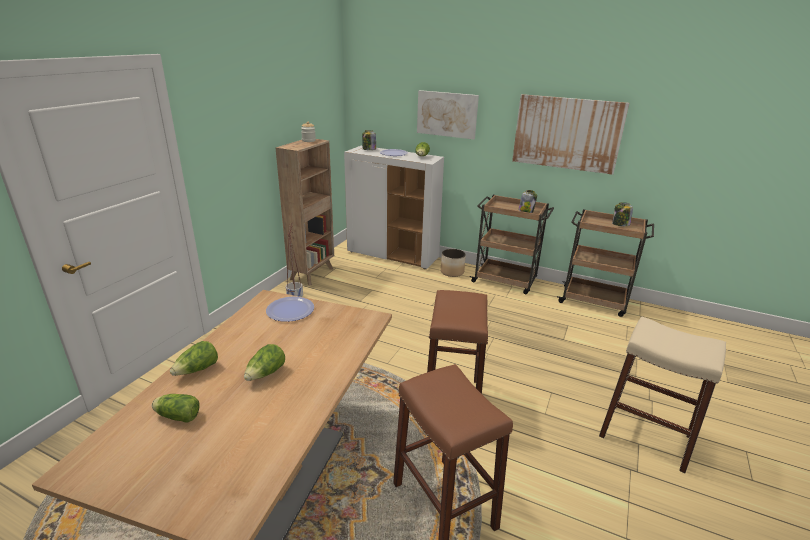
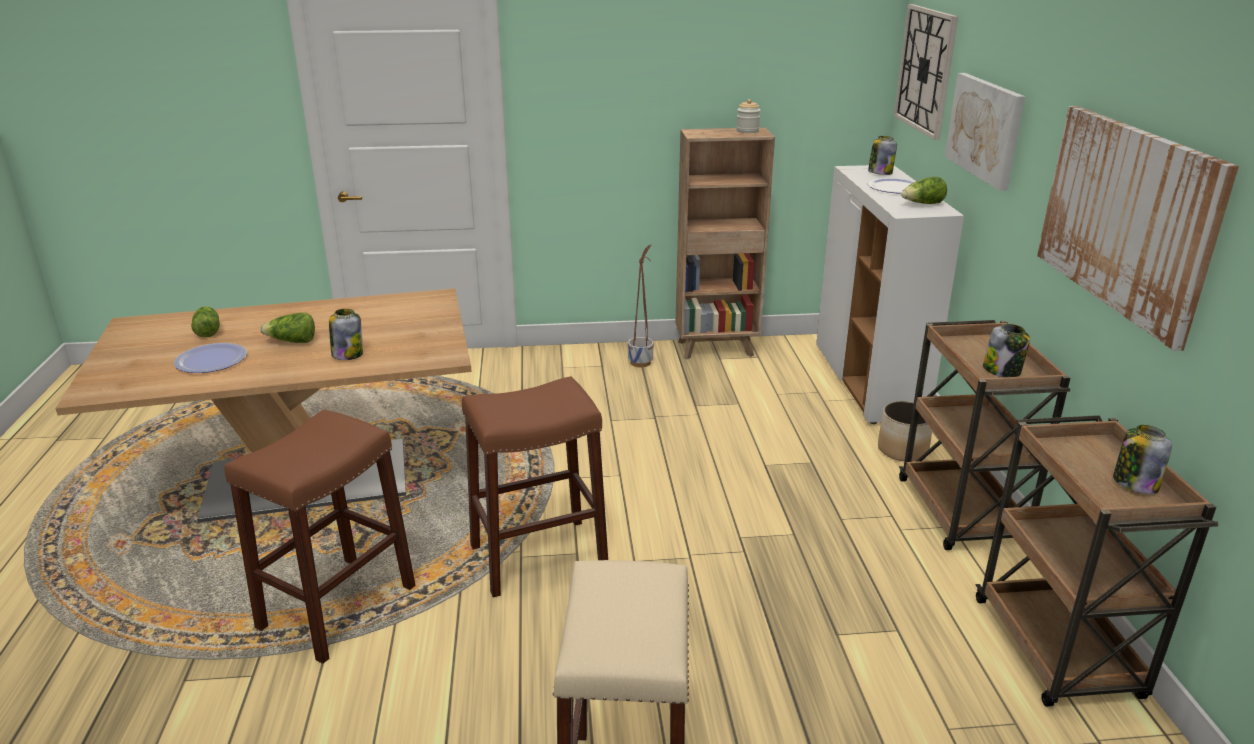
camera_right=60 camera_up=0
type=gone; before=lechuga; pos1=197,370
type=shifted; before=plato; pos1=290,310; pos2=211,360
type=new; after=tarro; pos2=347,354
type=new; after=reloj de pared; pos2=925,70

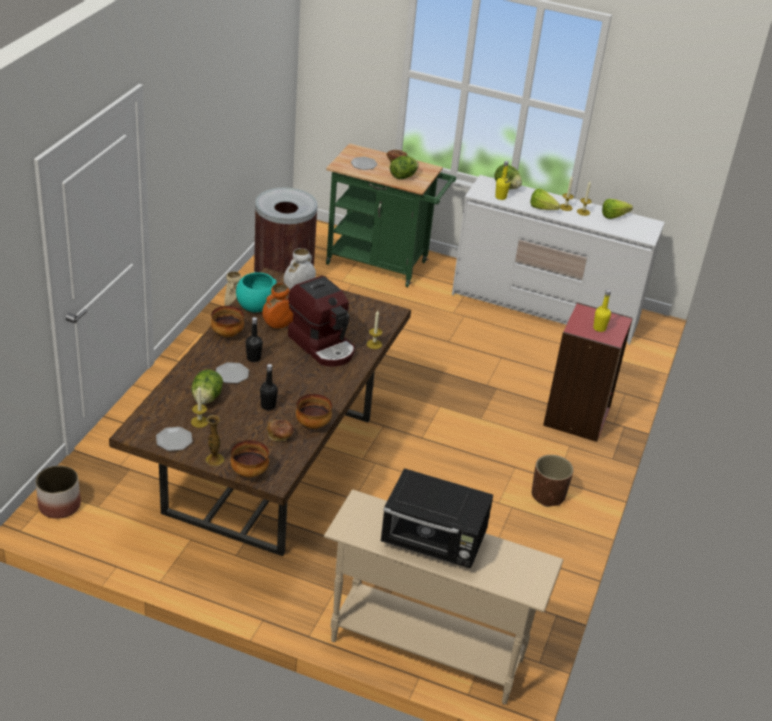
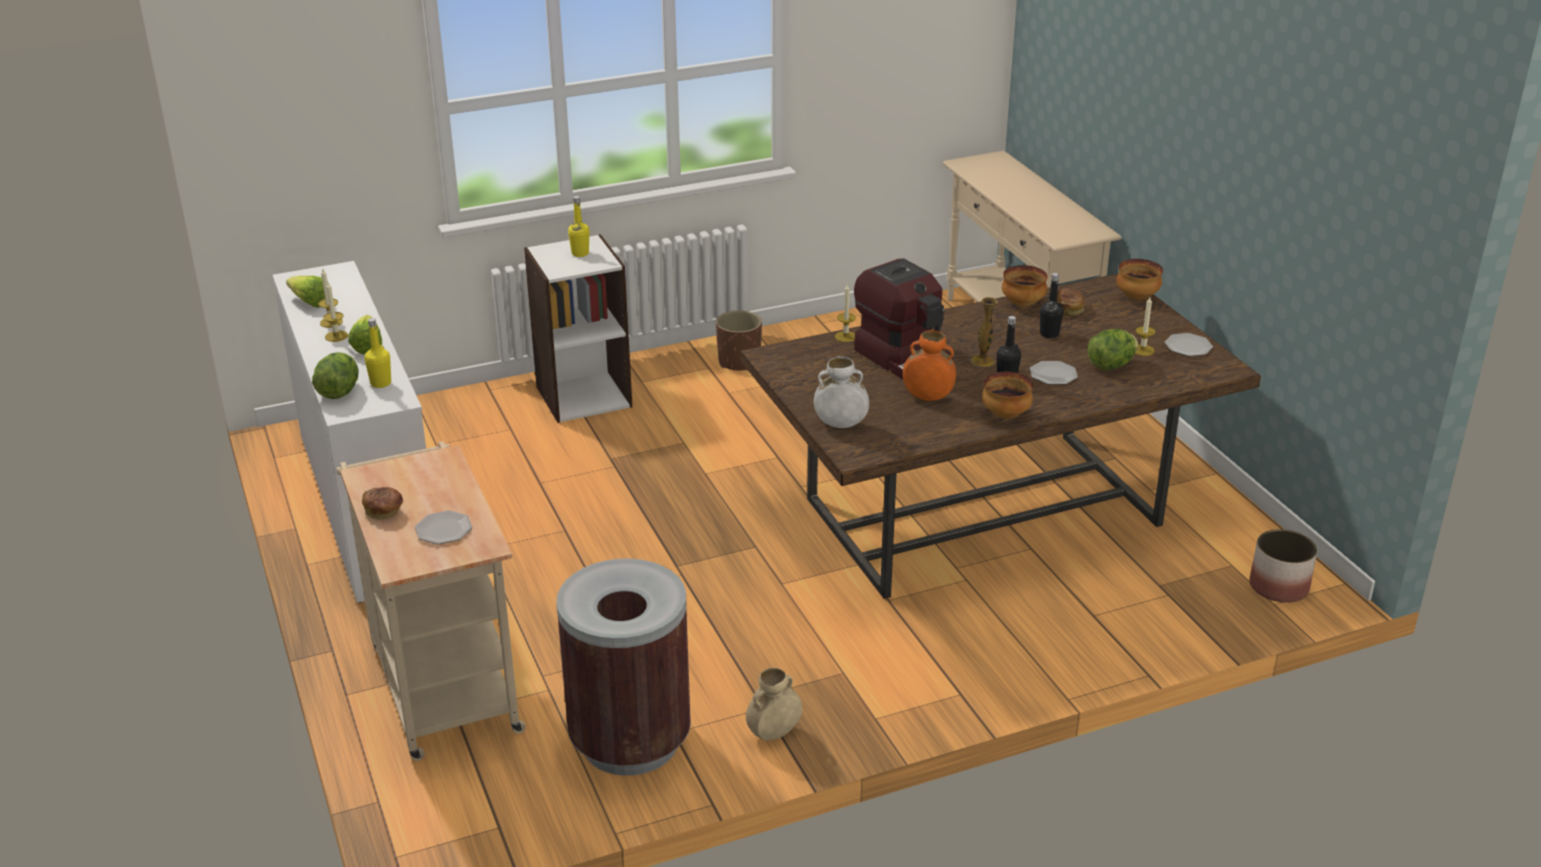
camera_right=-130 camera_up=-5
type=shifted; before=florero; pos1=215,460; pos2=982,361
type=gone; before=cuenco [turquesa]; pos1=256,305
type=rotated; before=cafetera; pos1=323,345; pos2=906,359; turn=135
type=repainted; before=carrito [verde]; after=carrito [beis]; pos1=383,264; pos2=442,682
type=gone; before=microondas [negro]; pos1=434,542
type=gone; before=lechuga; pos1=403,177
type=repainted; before=estantería [rojo]; after=estantería [blanco]; pos1=577,417; pos2=583,396

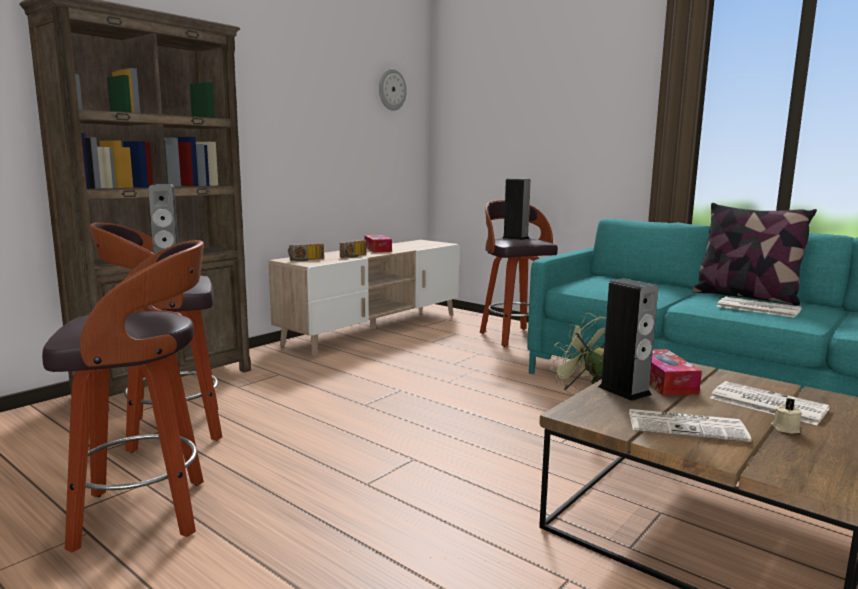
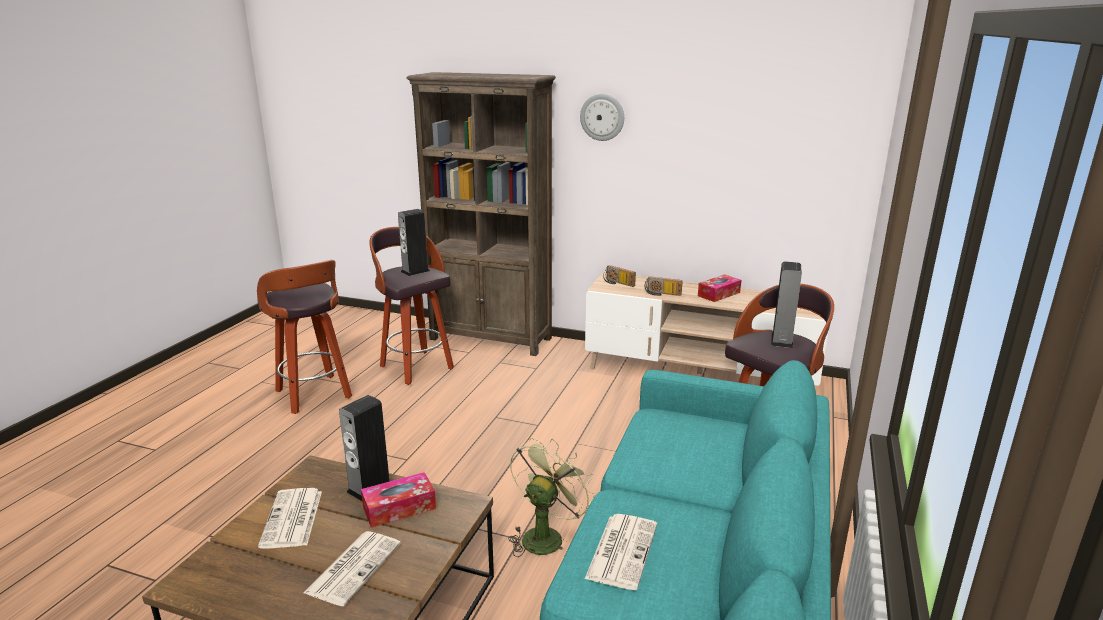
camera_right=70 camera_up=10
type=shifted; before=reloj de pared; pos1=391,89; pos2=602,117
type=gone; before=cojín; pos1=745,296
type=gone; before=vela [beis]; pos1=785,428

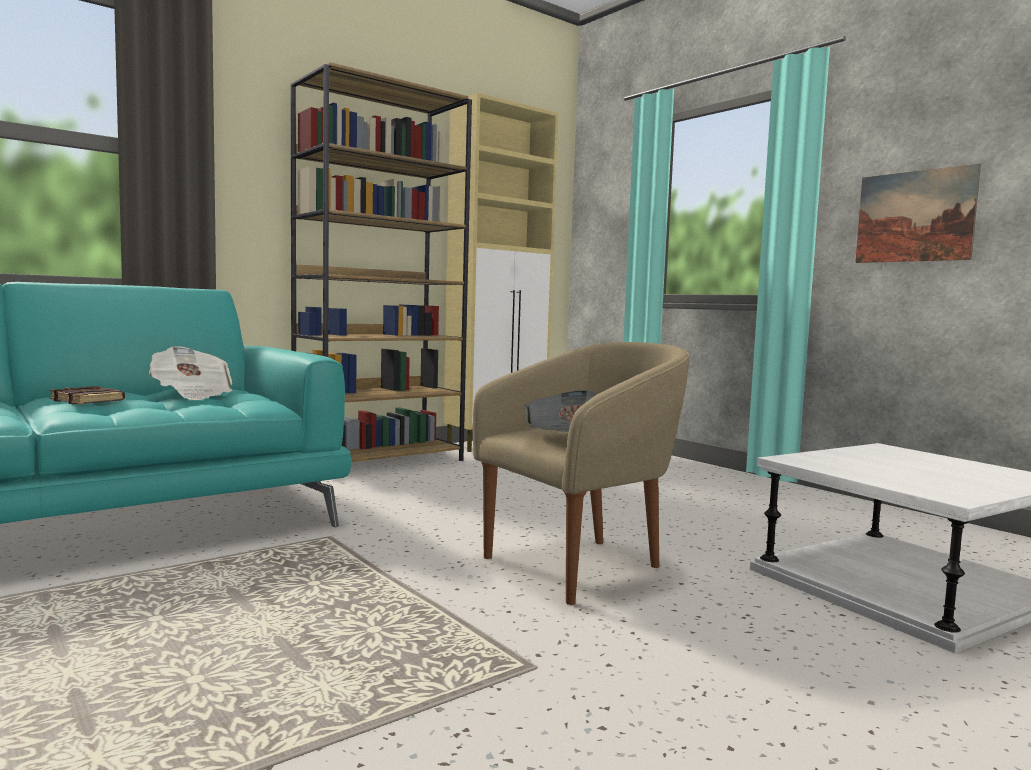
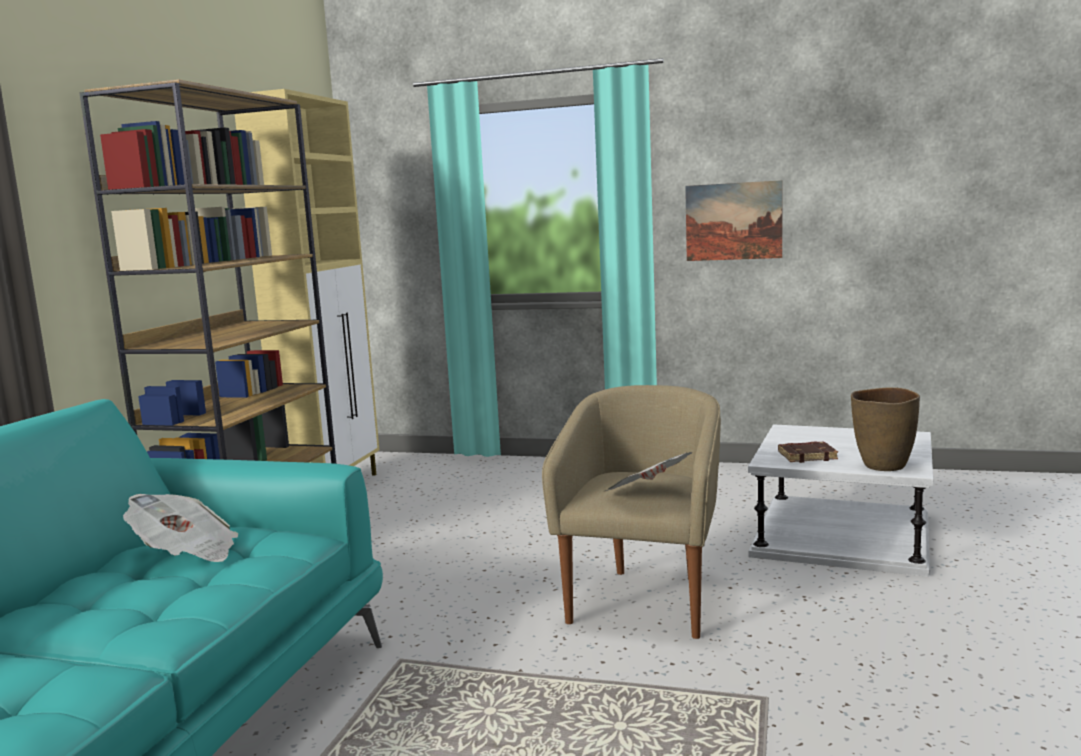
camera_right=-35 camera_up=5
type=shifted; before=libro [marrón]; pos1=88,401; pos2=807,456
type=new; after=florero [marrón]; pos2=883,466

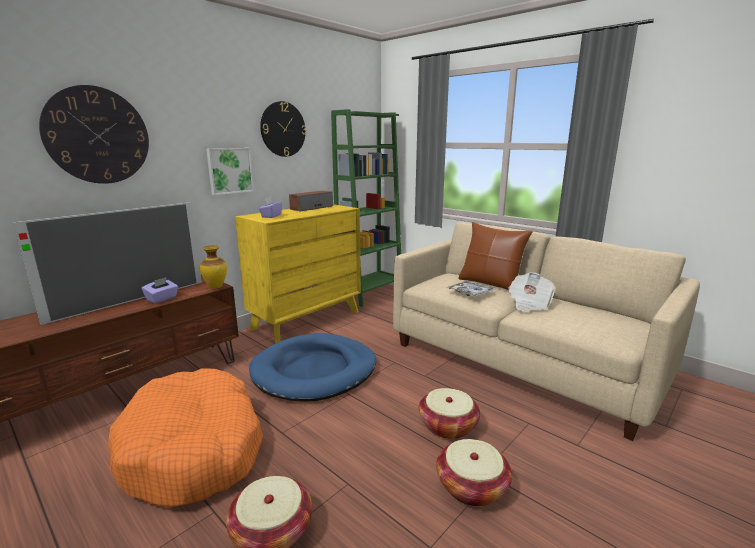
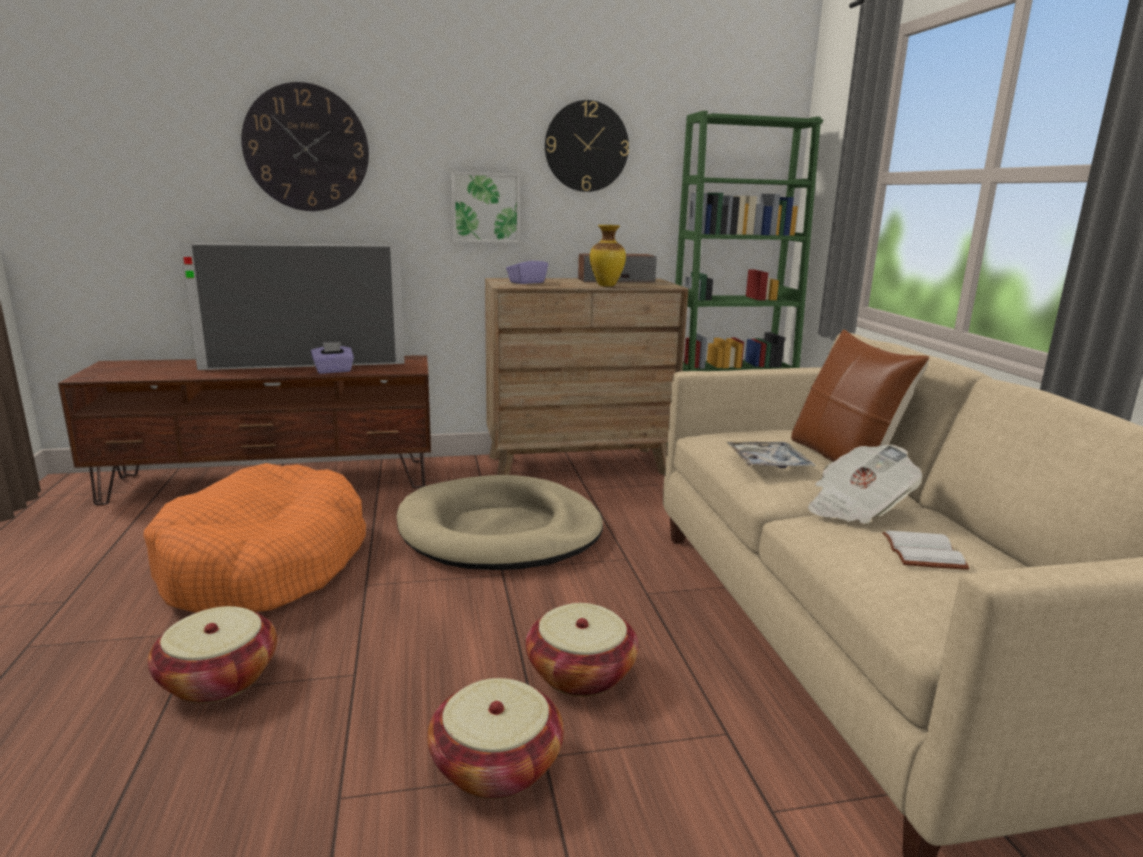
camera_right=35 camera_up=0
type=shifted; before=florero; pos1=215,287; pos2=606,286
type=repainted; before=cómoda [amarillo]; after=cómoda [marrón]; pos1=306,320; pos2=578,465
type=repainted; before=cama para perro [azul]; after=cama para perro [beis]; pos1=315,371; pos2=500,531
type=new; after=libro [blanco]; pos2=925,553

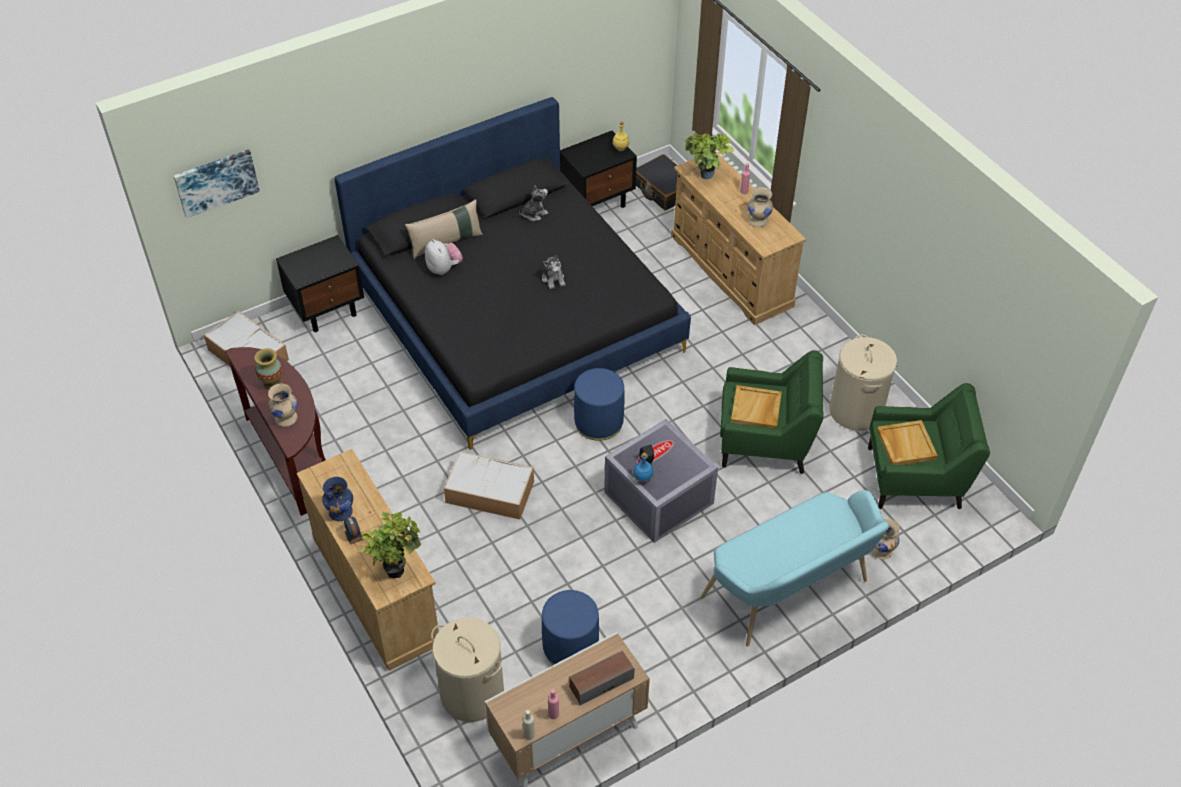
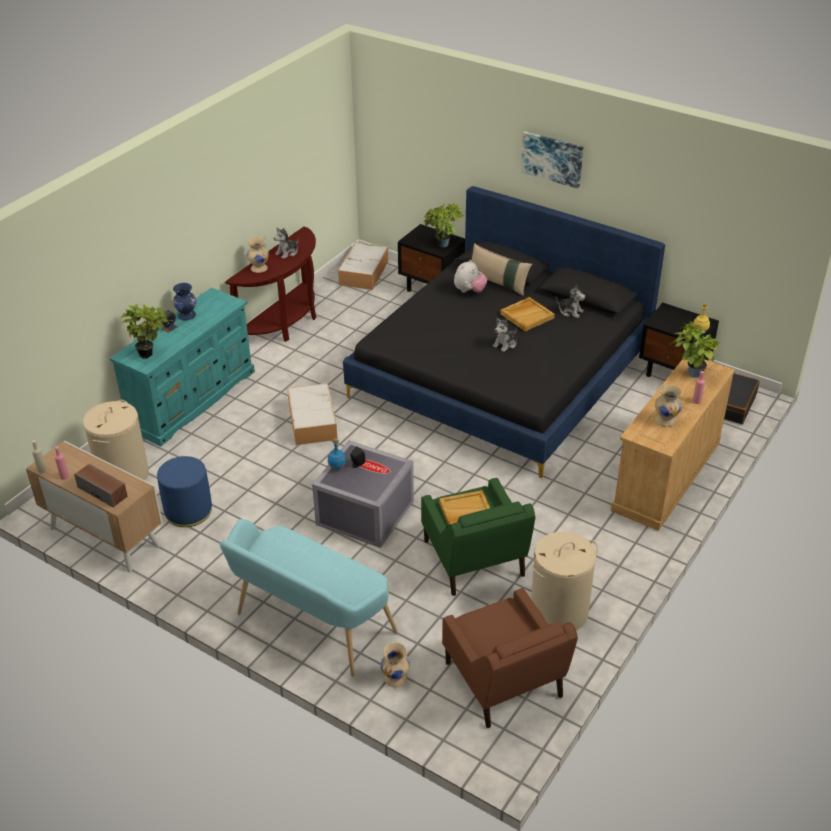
camera_right=65 camera_up=-10
type=shifted; before=cuadro; pos1=216,182; pos2=552,158
type=swapped; before=florero; after=peluche; pos1=272,383; pos2=287,253
type=repainted; before=cómoda [beis]; after=cómoda [turquesa]; pos1=375,589; pos2=192,399
type=gone; before=puf [azul]; pos1=598,422
type=repainted; before=sillón [verde]; after=sillón [marrón]; pos1=916,478; pos2=504,681
type=shifted; before=bandeja [beis]; pos1=905,444; pos2=527,315
type=new; after=planta en maceta; pos2=443,246

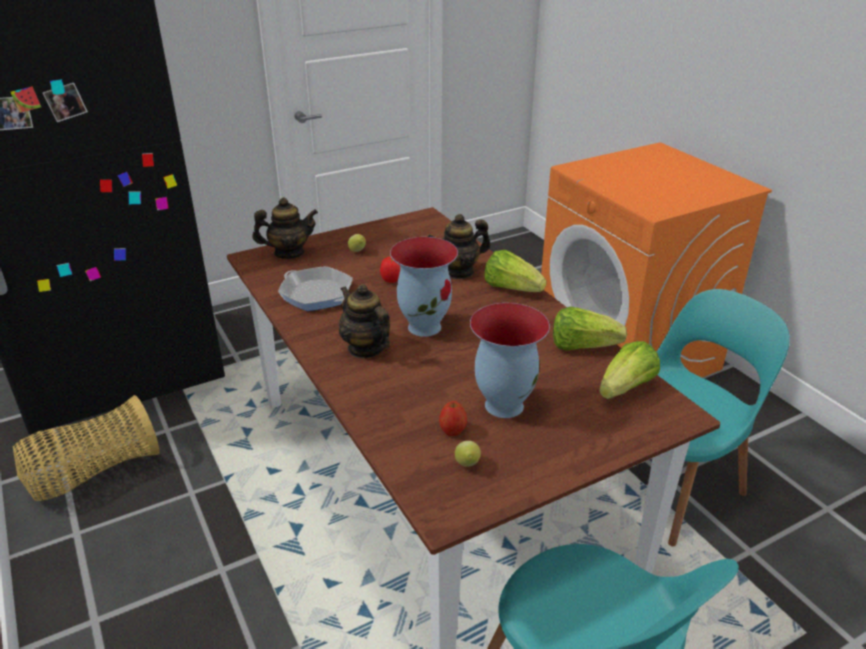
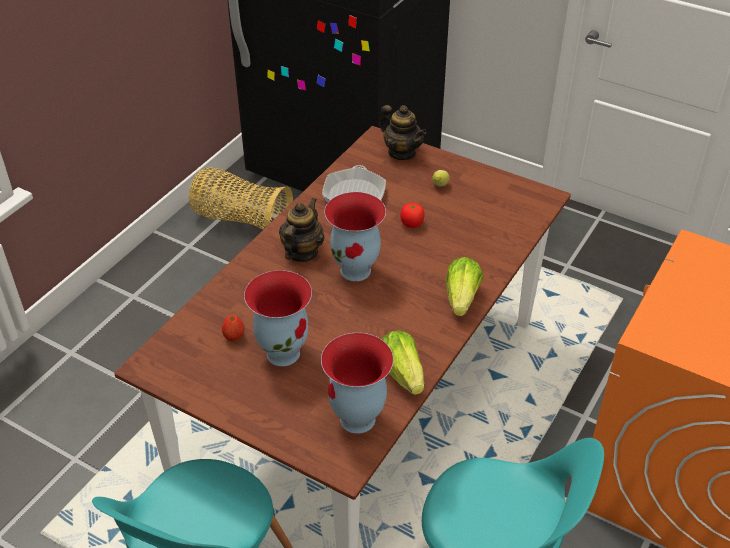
camera_right=60 camera_up=10
type=gone; before=tetera; pos1=458,271
type=gone; before=limón; pos1=467,465
type=swapped; before=lechuga; after=florero; pos1=626,388; pos2=358,420

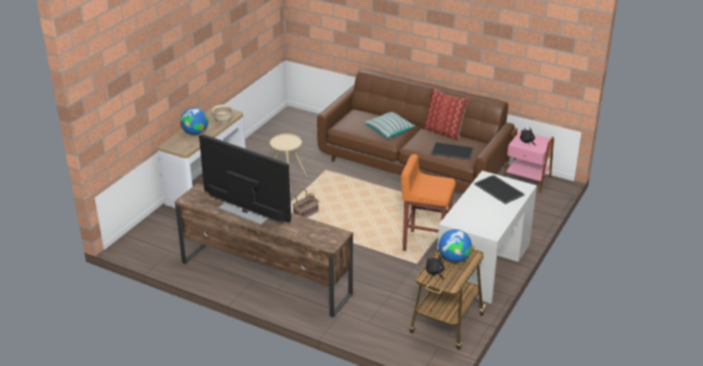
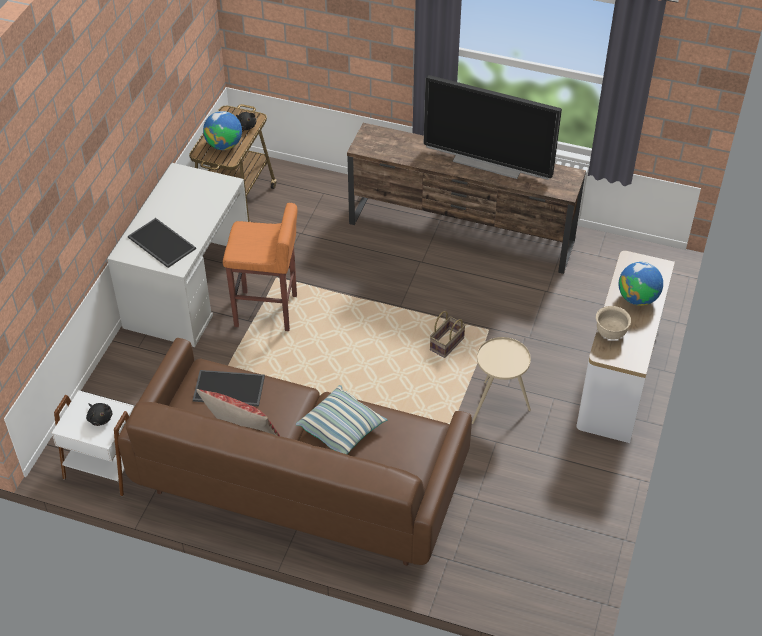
camera_right=170 camera_up=15
type=repainted; before=mesa auxiliar [rosa]; after=mesa auxiliar [blanco]; pos1=526,180; pos2=105,464

